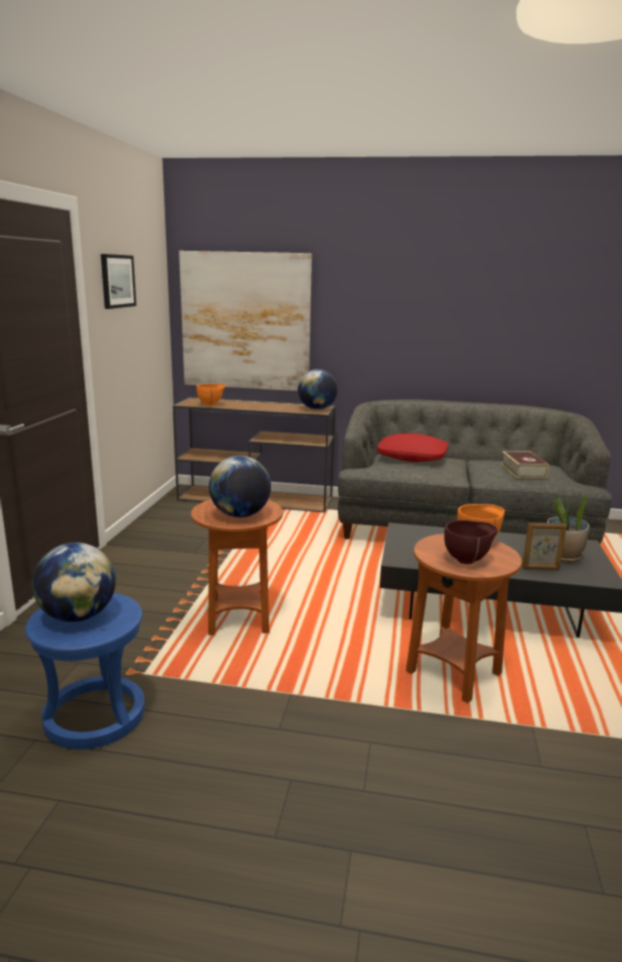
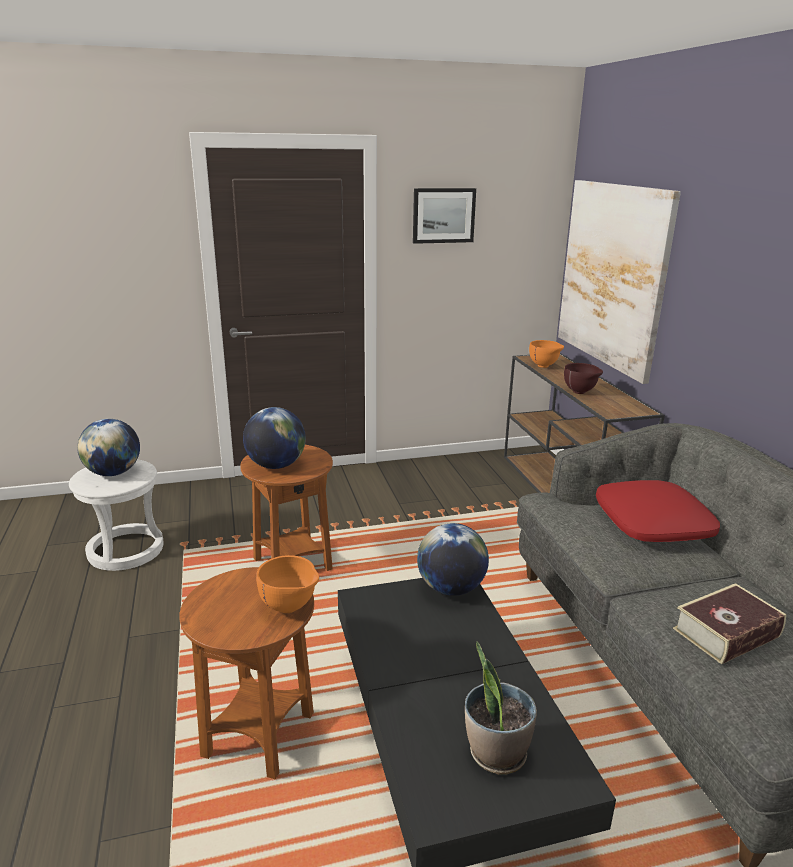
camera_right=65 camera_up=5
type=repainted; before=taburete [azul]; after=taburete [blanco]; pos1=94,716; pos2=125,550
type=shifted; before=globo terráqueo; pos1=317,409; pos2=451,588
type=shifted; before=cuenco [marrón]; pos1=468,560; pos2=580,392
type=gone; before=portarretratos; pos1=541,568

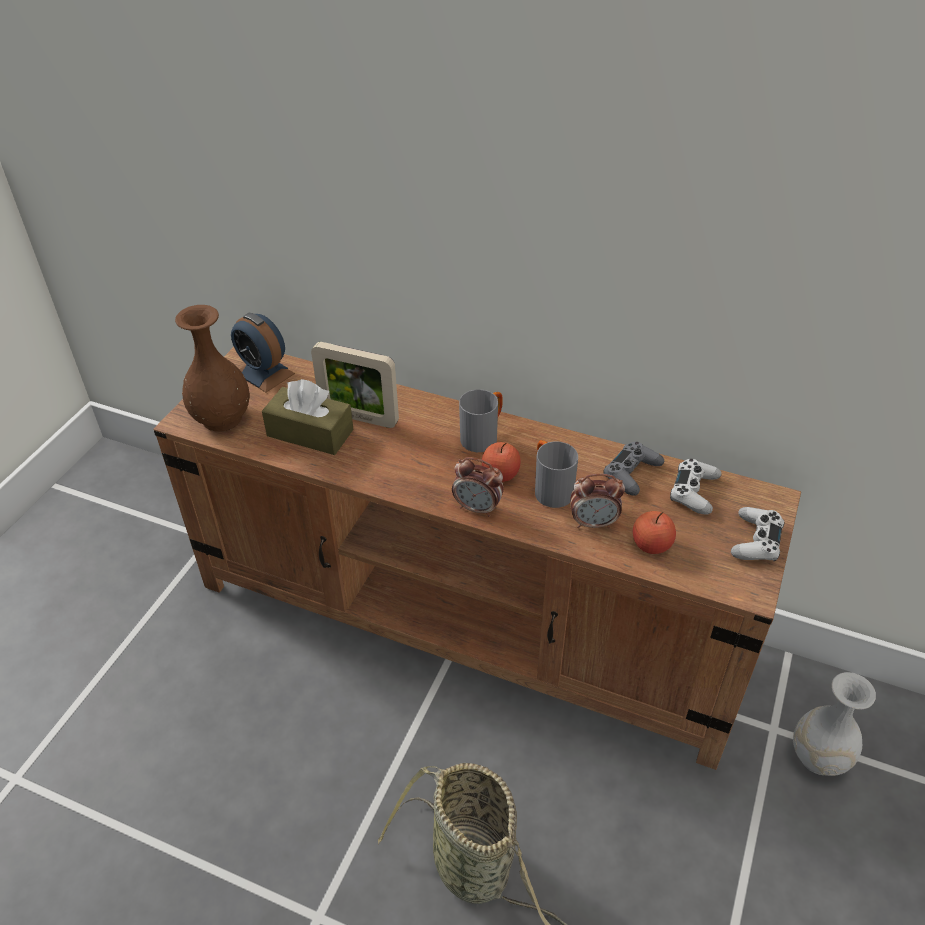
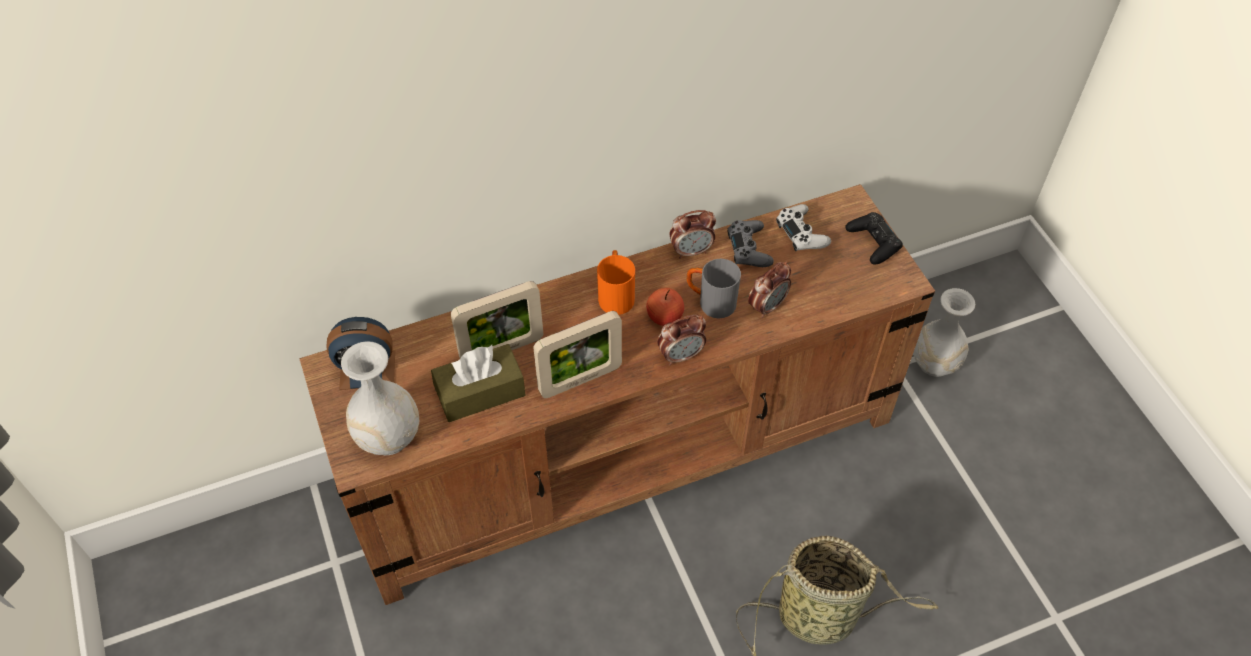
camera_right=-45 camera_up=10
type=repainted; before=florero [marrón]; after=florero [blanco]; pos1=222,418; pos2=388,436
type=repainted; before=taza grande [gris]; after=taza grande [naranja]; pos1=483,436; pos2=615,295
type=gone; before=manzana; pos1=651,545
type=repainted; before=mando de consola [blanco]; after=mando de consola [negro]; pos1=756,541; pos2=873,242
type=new; after=portarretratos; pos2=580,380
type=new; after=despertador; pos2=691,251

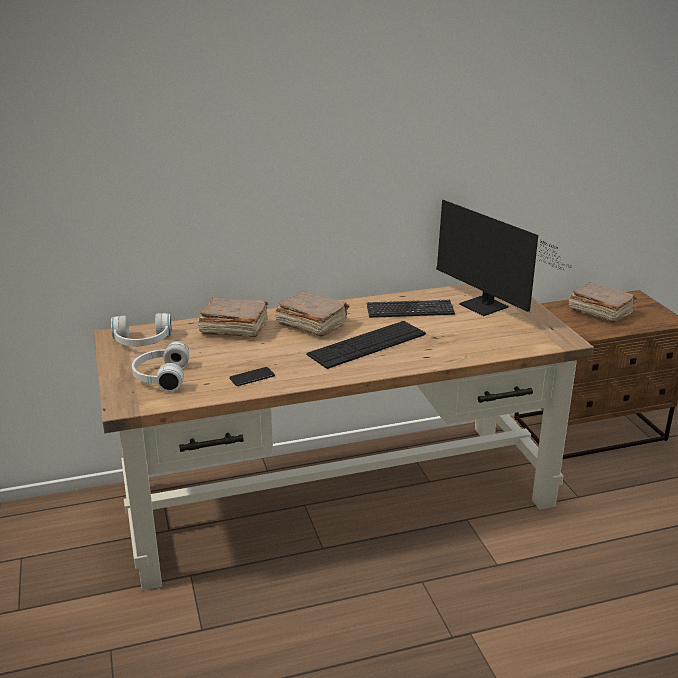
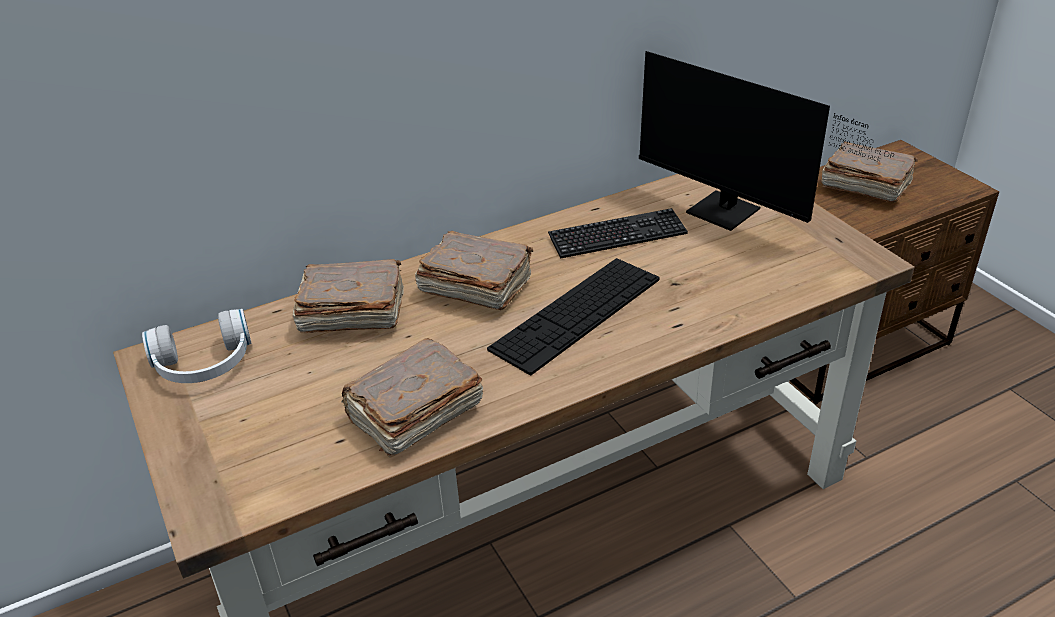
camera_right=-10 camera_up=10
type=gone; before=auriculares [blanco]; pos1=160,377
type=swapped; before=móvil; after=libro [marrón]; pos1=252,377; pos2=413,414

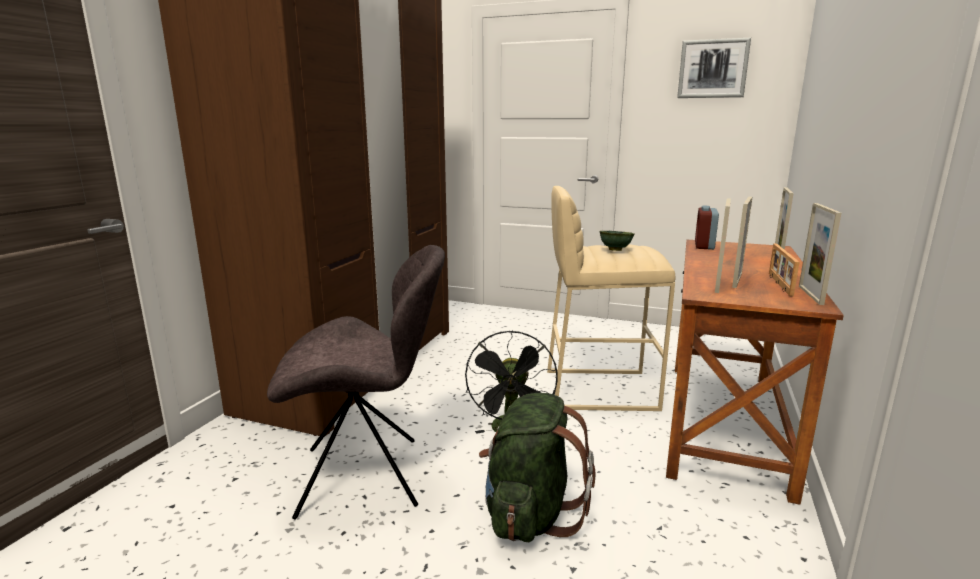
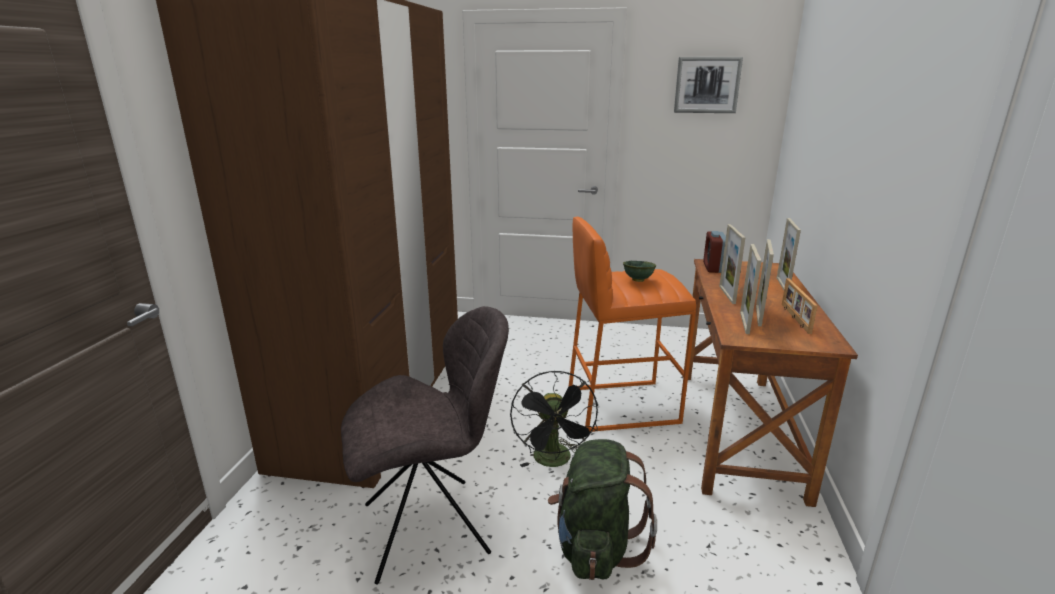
camera_right=-10 camera_up=5
type=repainted; before=taburete [beis]; after=taburete [naranja]; pos1=599,389; pos2=621,405
type=shifted; before=portarretratos; pos1=810,295; pos2=727,294

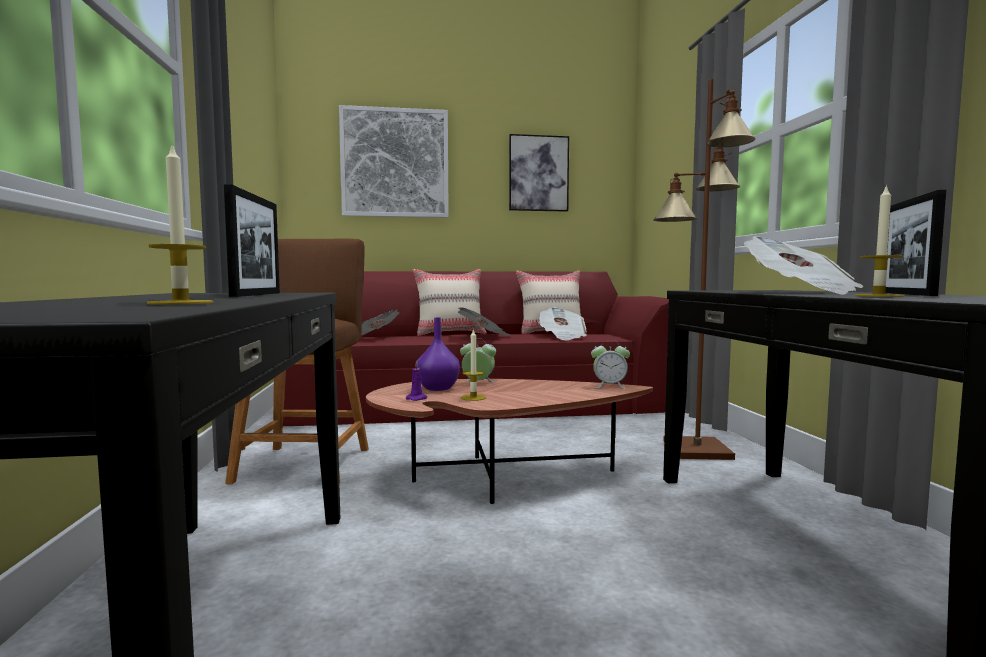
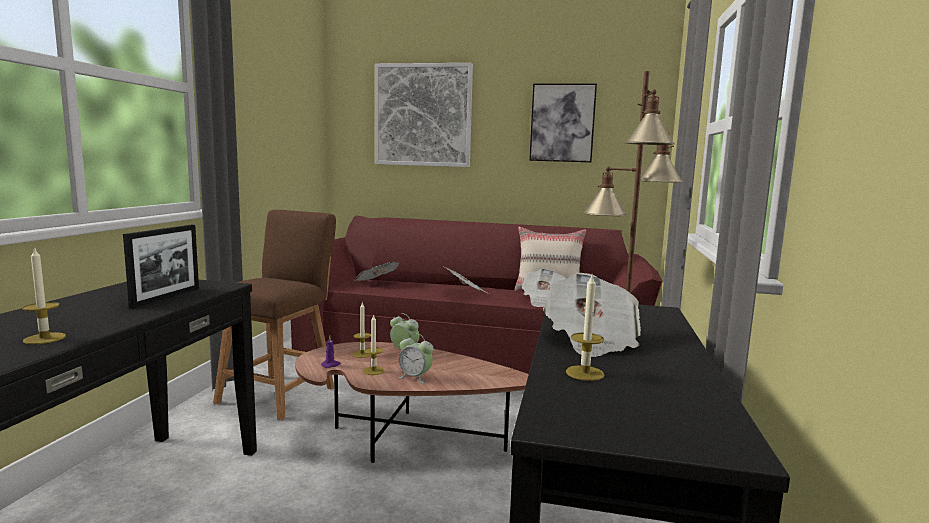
camera_right=20 camera_up=5
type=gone; before=cojín [beis]; pos1=450,333
type=swapped; before=florero [morado]; after=vela; pos1=437,388; pos2=362,354
type=shifted; before=despertador; pos1=609,386; pos2=415,377
type=gone; before=portarretratos; pos1=906,294

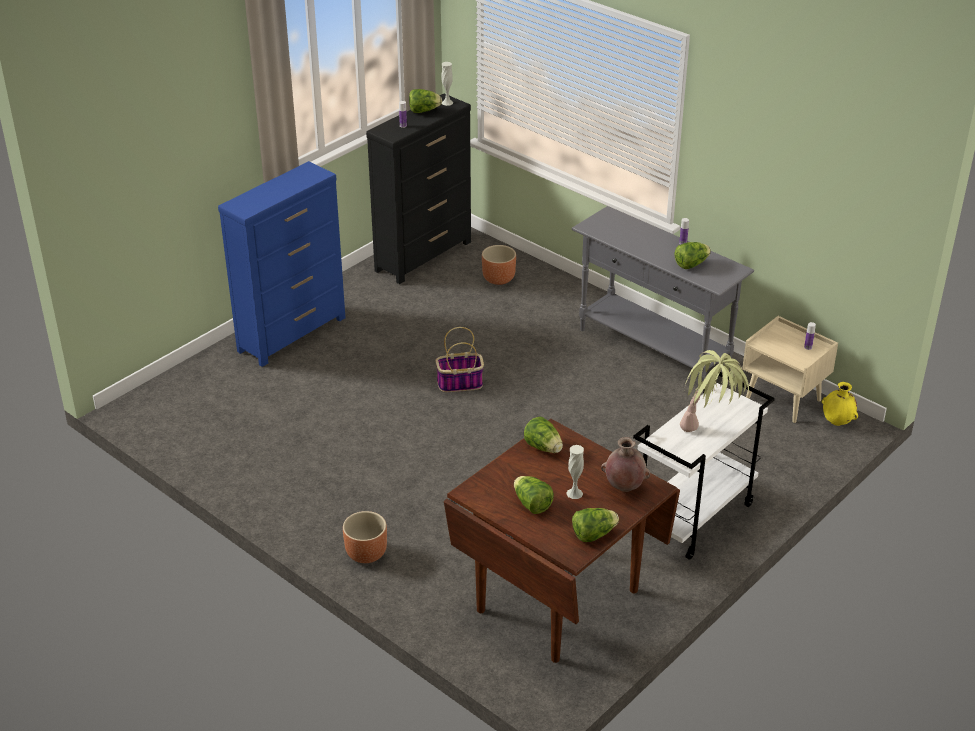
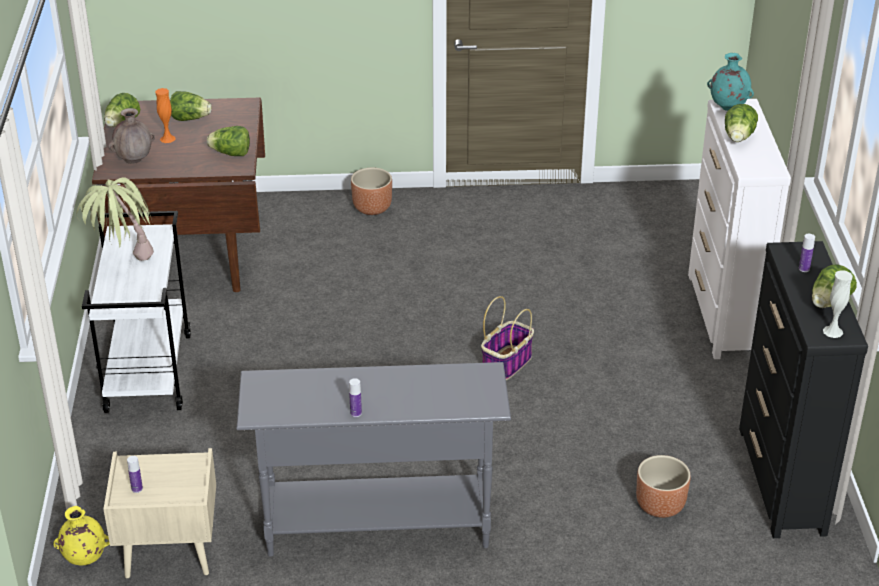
camera_right=135 camera_up=0
type=repainted; before=cómoda [azul]; after=cómoda [blanco]; pos1=293,334; pos2=723,315
type=repainted; before=florero [blanco]; after=florero [naranja]; pos1=574,493; pos2=167,139
type=shifted; before=lechuga; pos1=691,264; pos2=738,138
type=new; after=florero [turquesa]; pos2=727,107

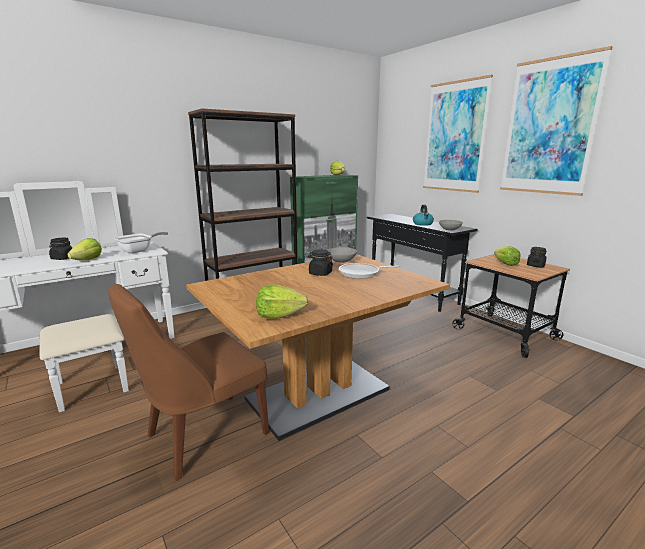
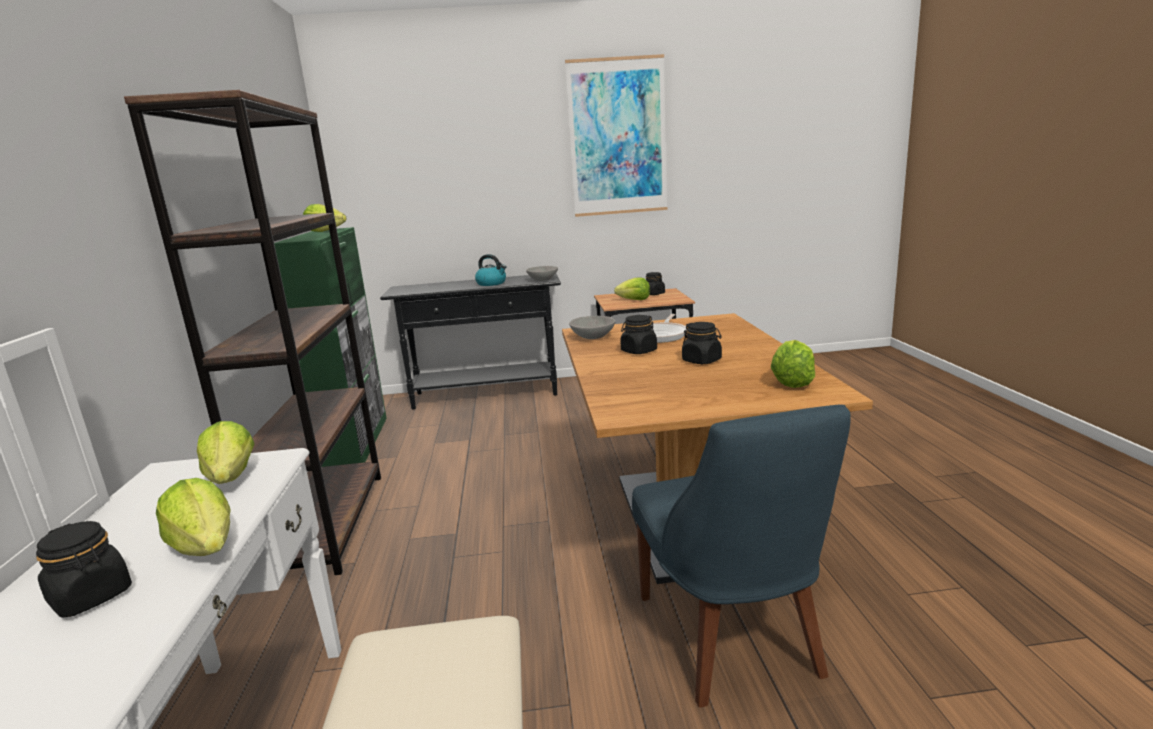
camera_right=-60 camera_up=0
type=repainted; before=silla [marrón]; after=silla [azul]; pos1=202,436; pos2=731,640
type=swapped; before=sartén; after=lechuga; pos1=139,250; pos2=231,477
type=gone; before=cuadro; pos1=455,137
type=new; after=tarro [negro]; pos2=702,360

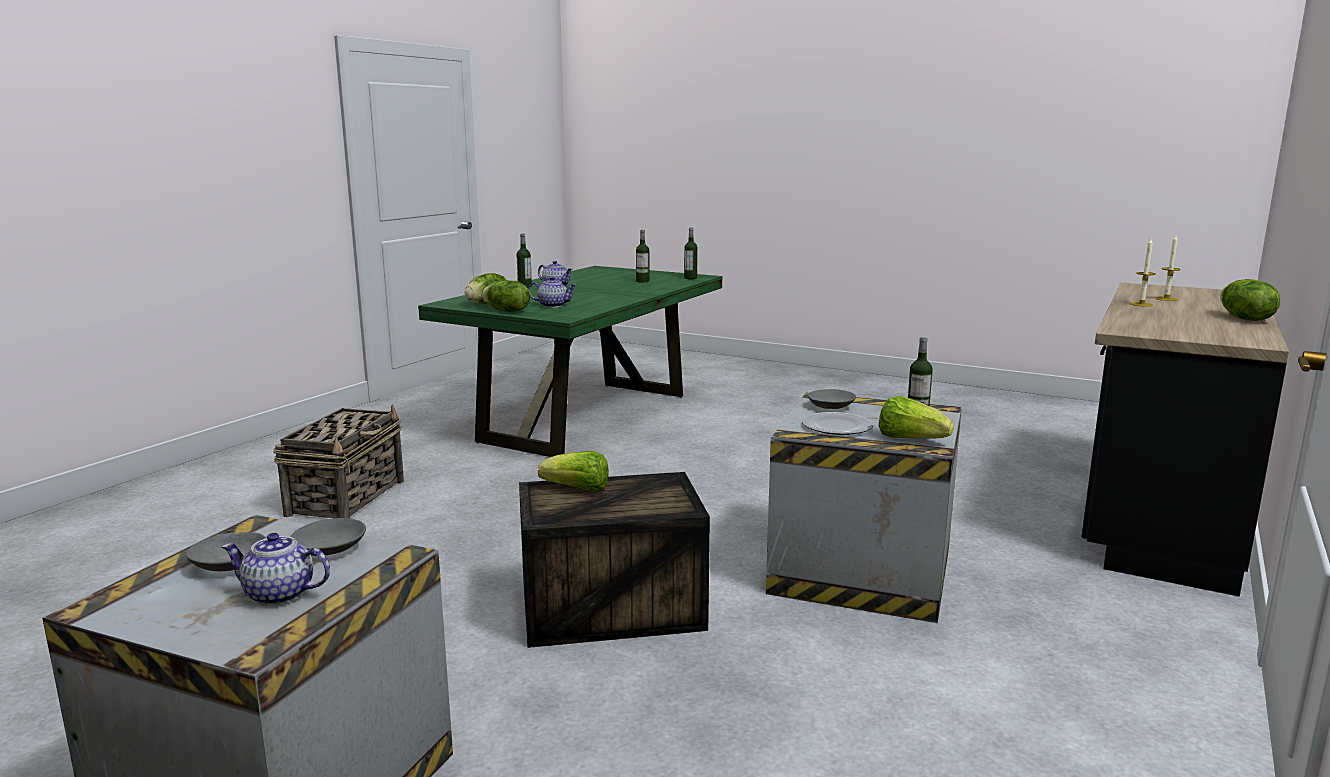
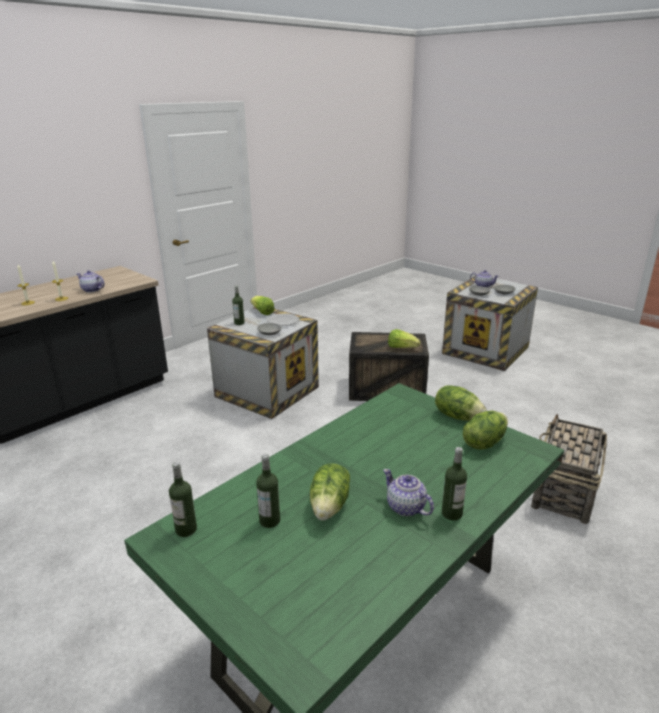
camera_right=-165 camera_up=10
type=shifted; before=tetera; pos1=552,305; pos2=92,290
type=shifted; before=lechuga; pos1=1244,319; pos2=330,506

